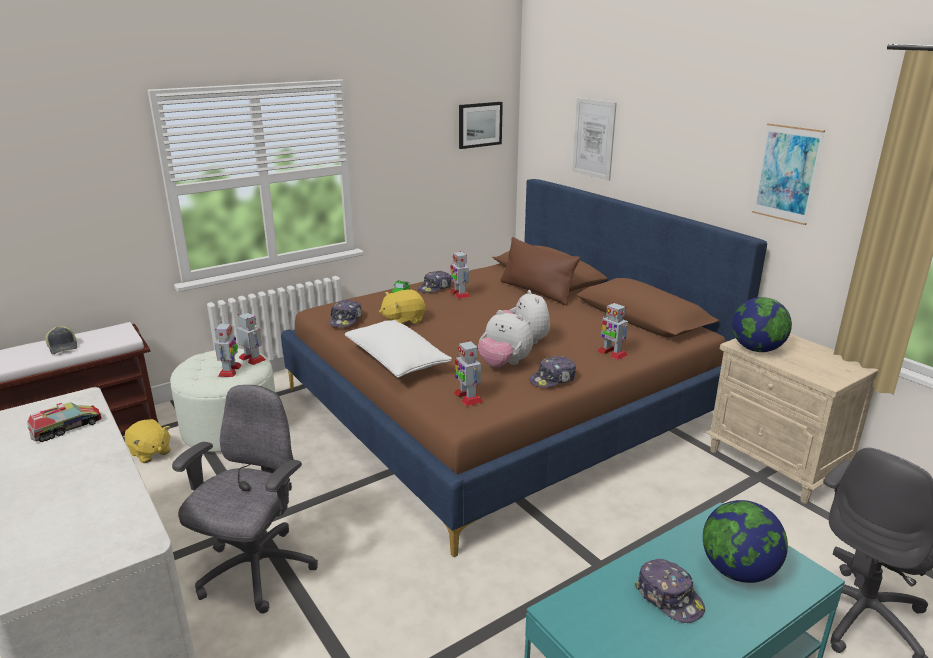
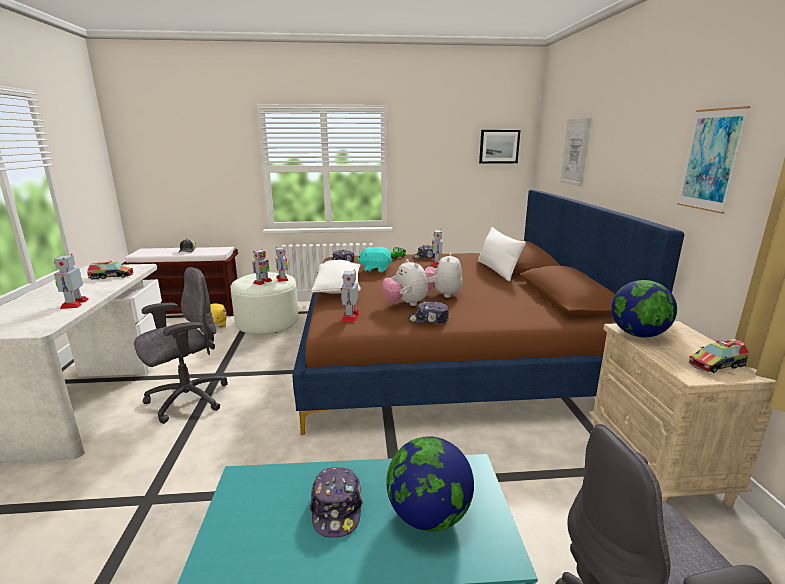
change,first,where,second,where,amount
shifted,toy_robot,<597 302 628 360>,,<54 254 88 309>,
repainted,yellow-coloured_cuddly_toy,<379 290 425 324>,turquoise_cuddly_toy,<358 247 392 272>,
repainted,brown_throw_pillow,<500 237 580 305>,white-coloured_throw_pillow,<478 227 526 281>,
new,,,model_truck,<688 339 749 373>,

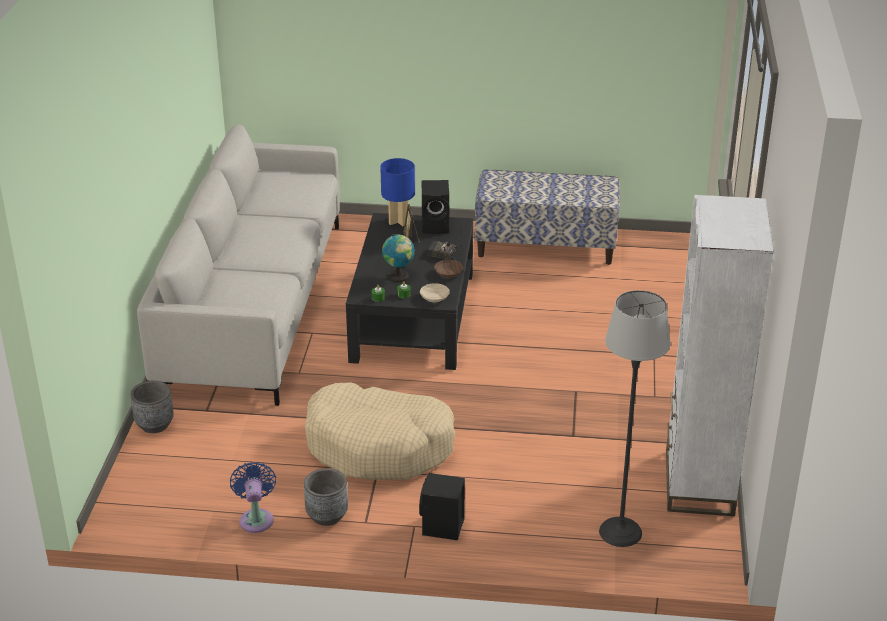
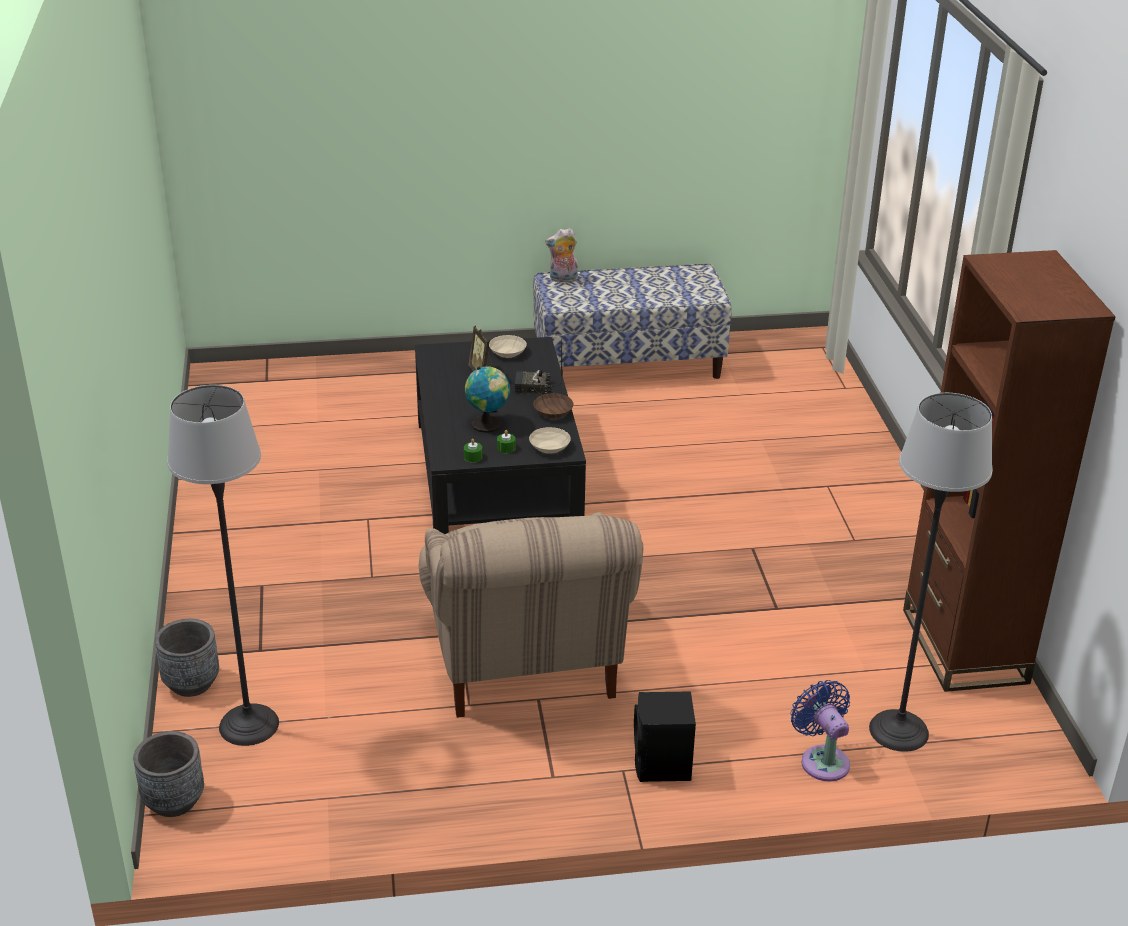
change,first,where,second,where,amount
shifted,grey_flower_pot,<304 468 348 526>,,<133 731 204 817>,
new,,,floor_lamp,<167 385 279 746>,
swapped,beige_pet_bed,<305 382 456 480>,beige_lounge_chair,<418 512 643 718>,
swapped,black-coloured_loudspeaker,<422 180 449 234>,beige_bowl,<489 335 527 358>,
new,,,cuddly_toy,<545 228 578 282>,
shifted,bluish_electric_fan,<230 462 276 533>,,<791 680 850 781>,
repainted,white-coloured_bookcase,<666 195 774 516>,brown_bookcase,<903 250 1116 692>,
gone,grey_sofa,<137 124 340 406>,,,
gone,bluish_lamp_for_a_table,<380 158 415 226>,,,

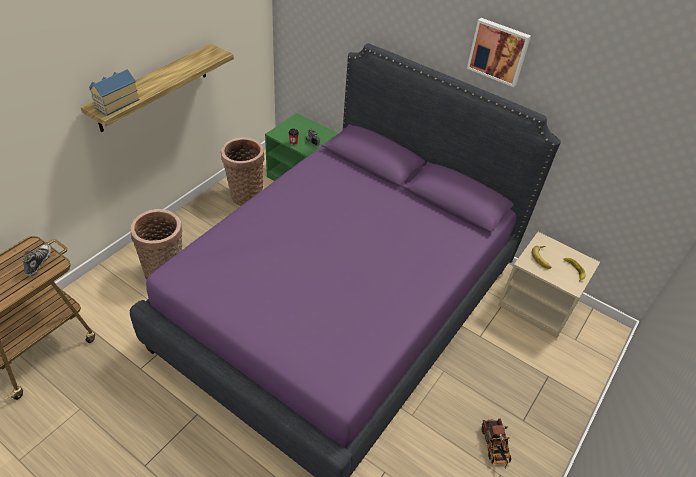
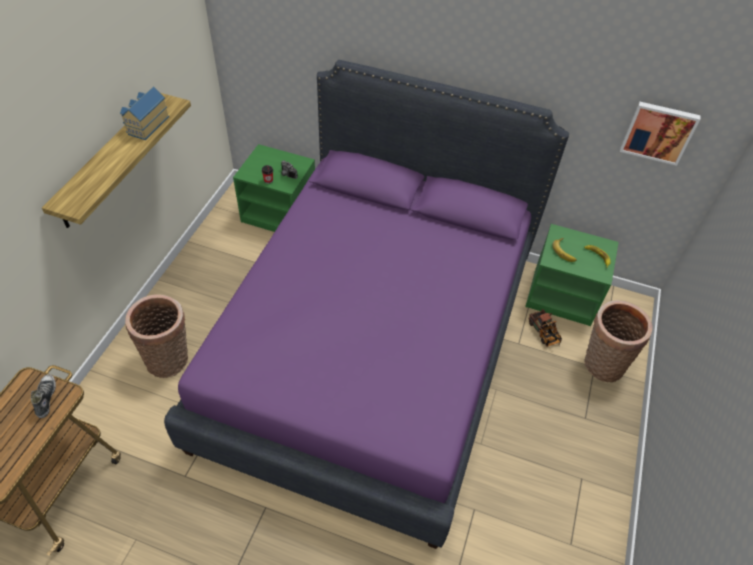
change,first,where,second,where,amount
shifted,miniature_house,<89 69 139 116>,,<120 86 169 140>,
repainted,beige_nightstand,<498 232 600 338>,green-coloured_nightstand,<525 224 619 326>,
shifted,model_truck,<481 419 511 469>,,<528 309 562 347>,
shifted,household_basket,<221 137 264 206>,,<584 300 653 382>,
shifted,wall_picture,<467 18 531 87>,,<620 102 701 166>,

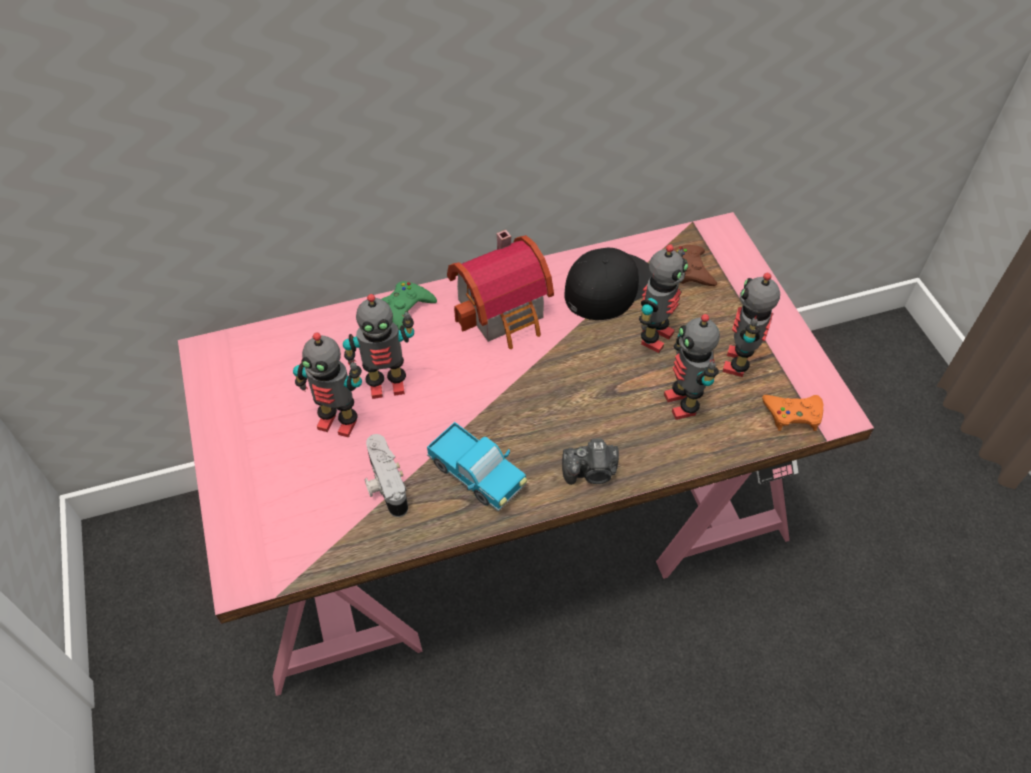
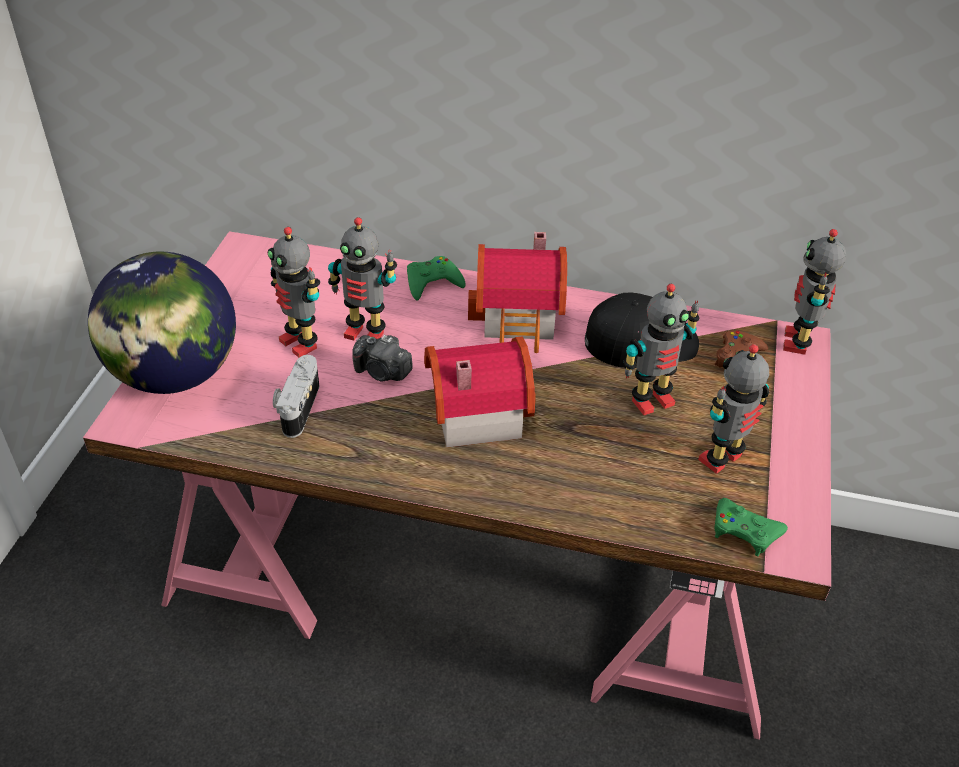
change,first,where,second,where,amount
new,,,globe,<88 251 236 394>,
shifted,photo_camera,<562 438 619 485>,,<352 335 413 381>,
new,,,miniature_house,<424 336 536 448>,
repainted,orange-coloured_gamepad,<762 395 823 431>,green-coloured_gamepad,<715 498 788 556>,
shifted,toy_robot,<664 314 720 420>,,<783 229 846 355>,
gone,model_truck,<427 422 527 512>,,,

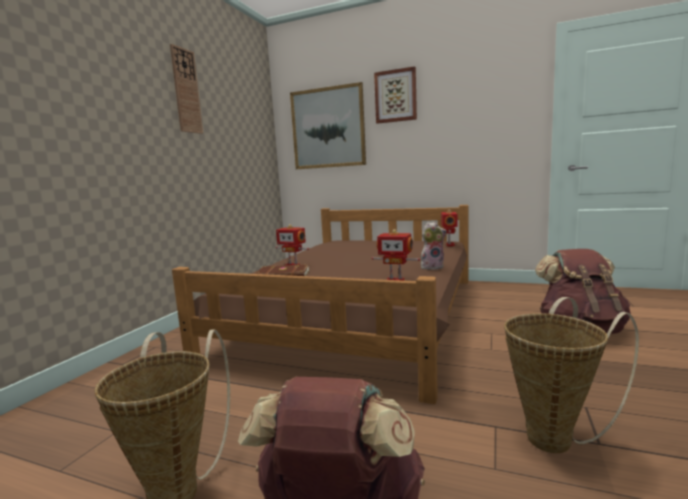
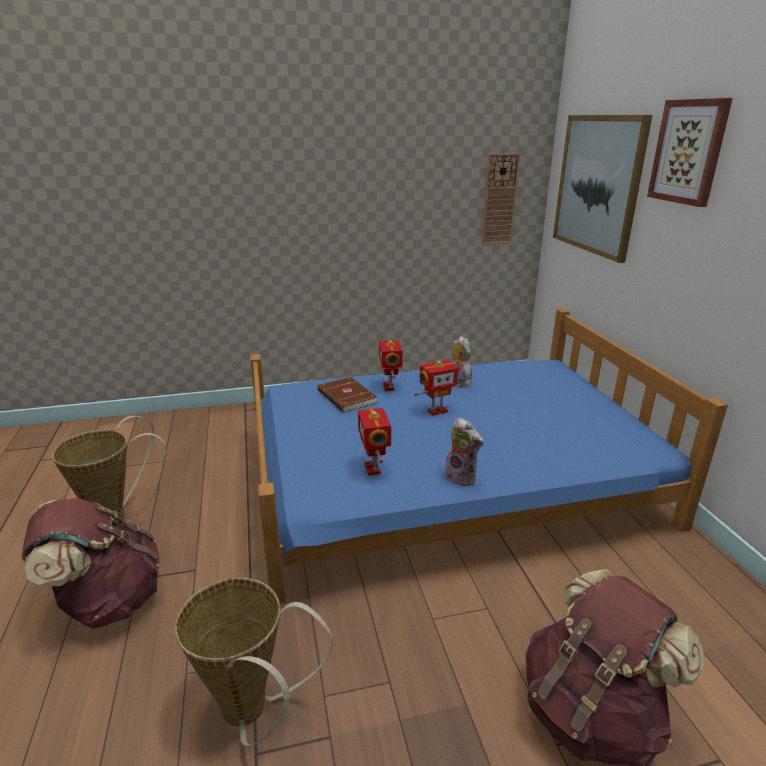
change,first,where,second,where,amount
repainted,brown_bedroom_bed,<172 205 469 404>,bluish_bedroom_bed,<250 308 728 604>,
shifted,toy_robot,<441 209 458 246>,,<414 360 461 416>,
new,,,cuddly_toy,<452 336 472 388>,
shifted,clock_on_the_wall,<170 44 203 134>,,<482 153 520 245>,

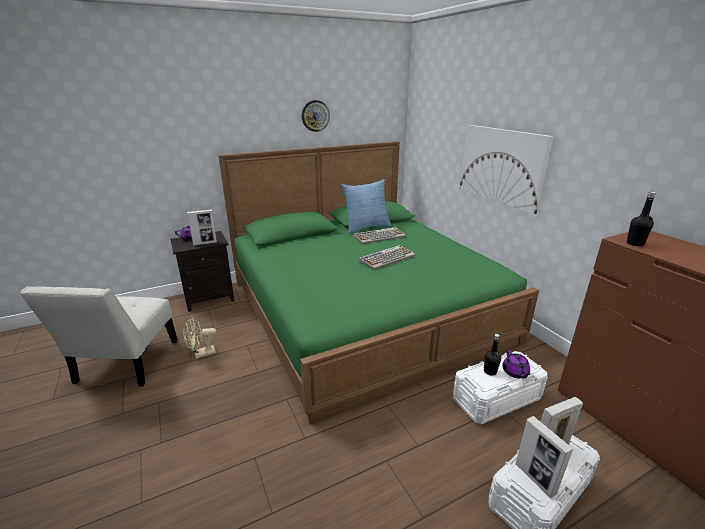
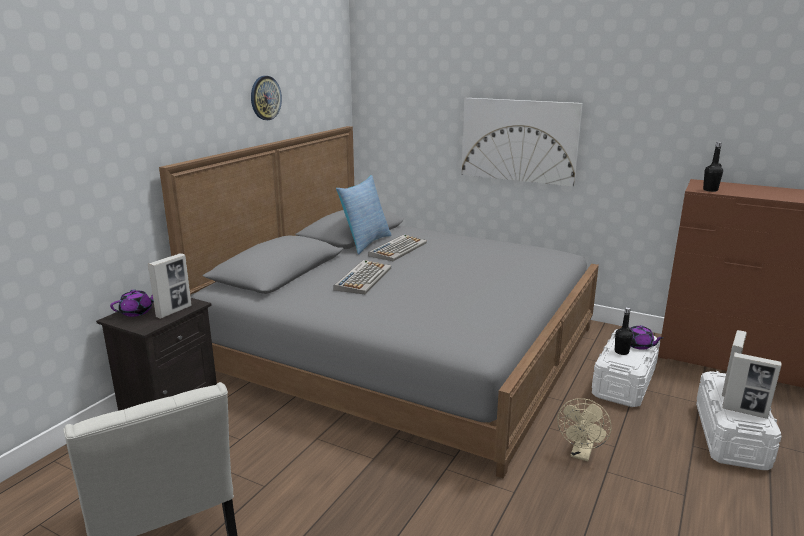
change,first,where,second,where,amount
repainted,green-coloured_bedroom_bed,<218 141 539 425>,grey_bedroom_bed,<159 126 599 478>,
shifted,keyboard,<358 245 416 270>,,<333 260 391 294>,
shifted,beige_electric_fan,<183 317 217 359>,,<558 398 612 461>,

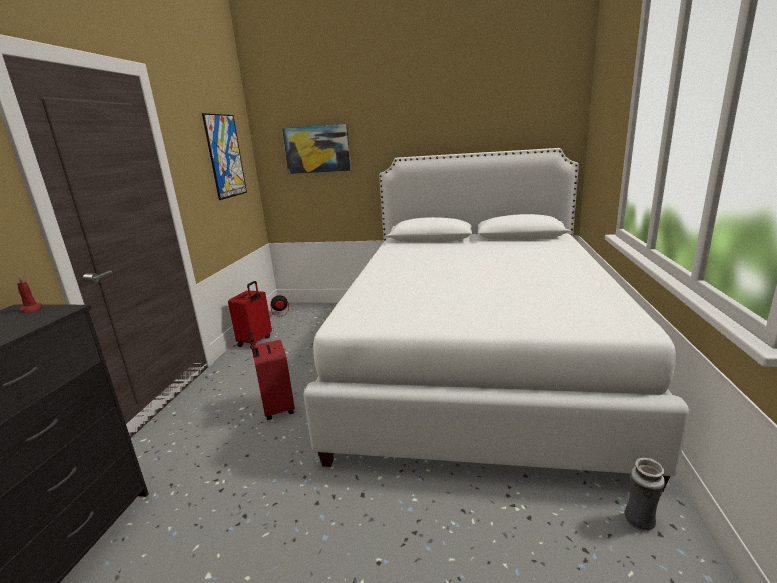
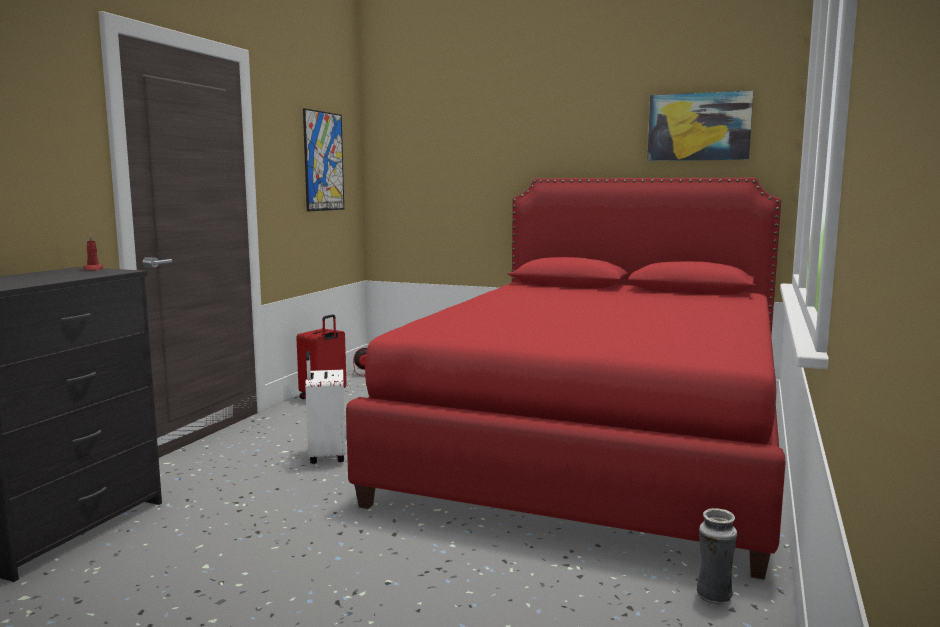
change,first,where,second,where,amount
repainted,red-coloured_piece_of_luggage,<250 332 295 420>,white-coloured_piece_of_luggage,<305 351 346 464>,
repainted,white-coloured_bedroom_bed,<304 148 689 492>,red-coloured_bedroom_bed,<346 178 786 580>,
shifted,wall_picture,<282 124 351 174>,,<647 91 753 161>,

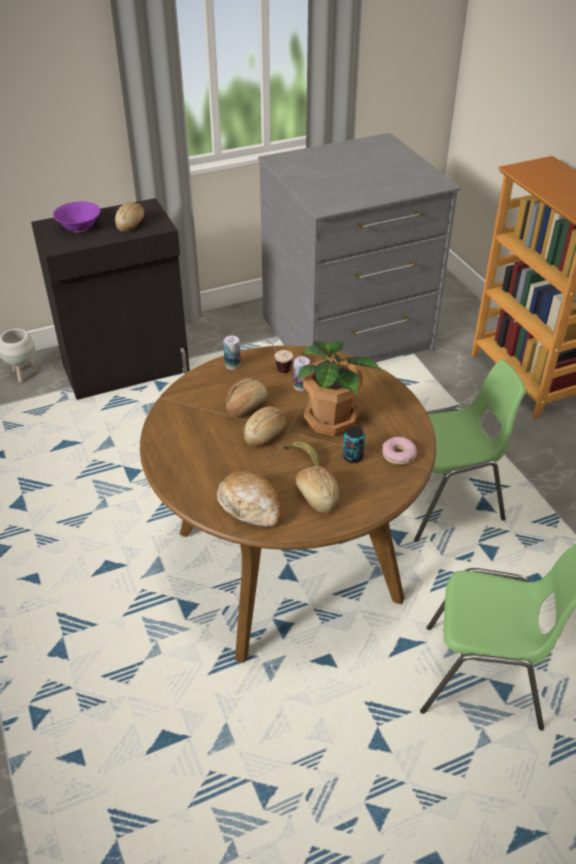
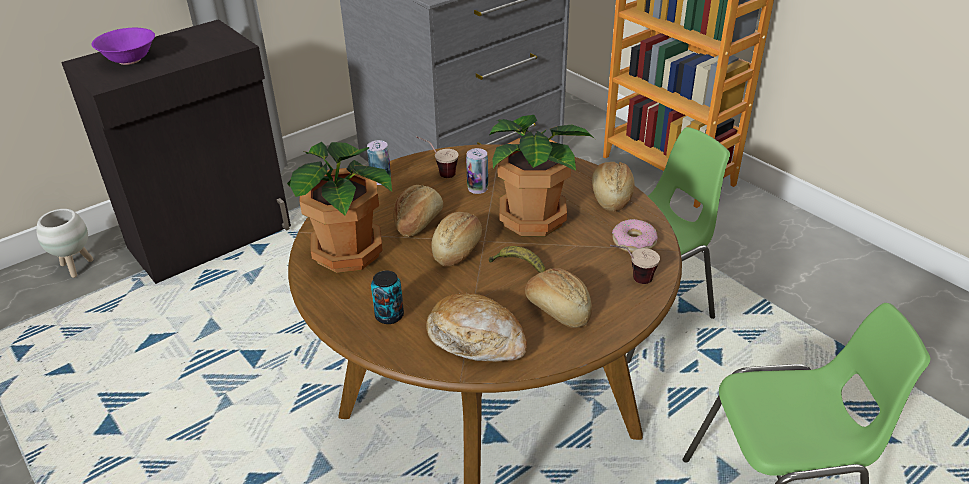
change,first,where,second,where,amount
new,,,houseplant,<287 142 392 273>,
shifted,can,<343 426 365 463>,,<371 270 404 324>,
shifted,bakery_bread,<115 202 144 232>,,<592 162 634 212>,
new,,,small_cup,<610 245 660 284>,

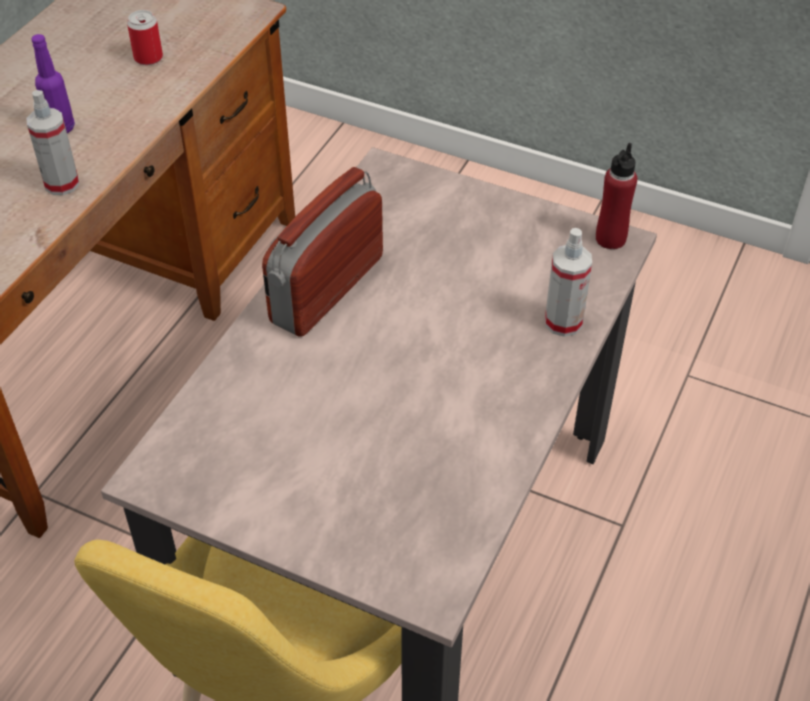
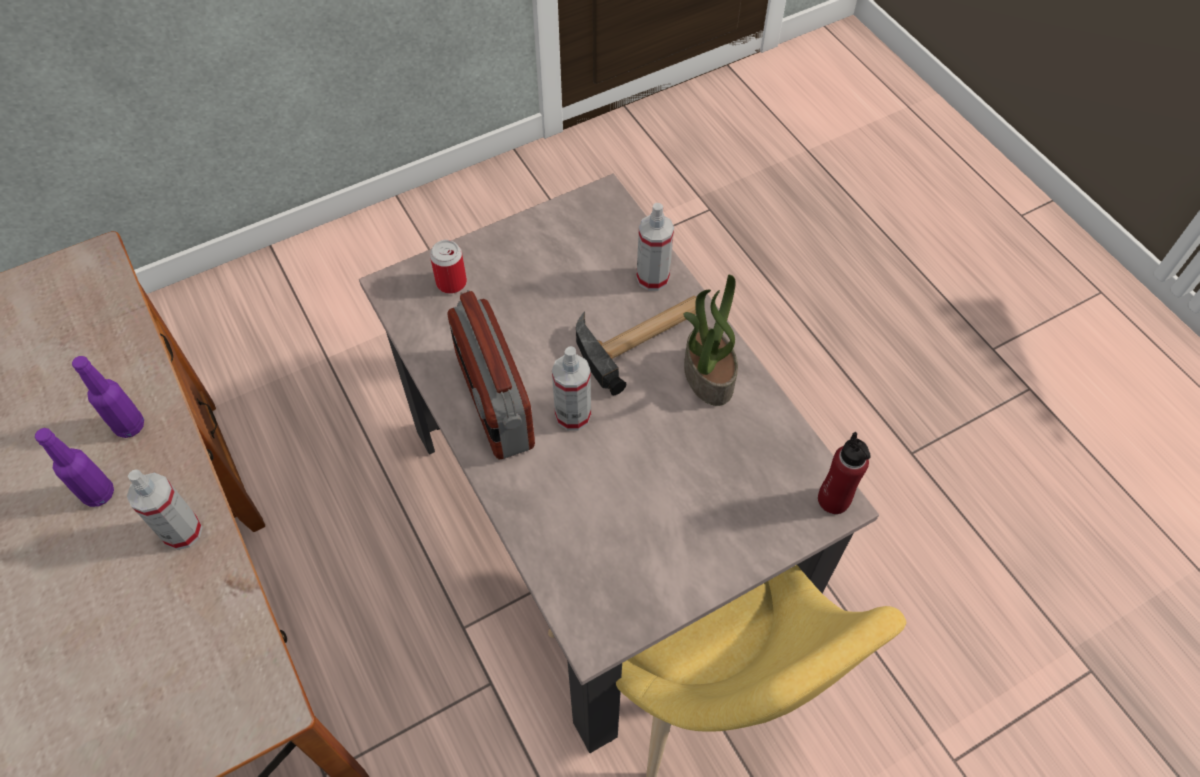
change,first,where,second,where,amount
new,,,purplish_drink_bottle,<72 356 144 438>,
shifted,can,<127 10 163 65>,,<430 240 467 294>,
new,,,spray_bottle,<552 346 591 431>,
new,,,hammer,<576 296 697 395>,
new,,,houseplant,<683 275 738 406>,
shifted,red-coloured_drink_bottle,<596 143 637 249>,,<818 432 871 514>,

